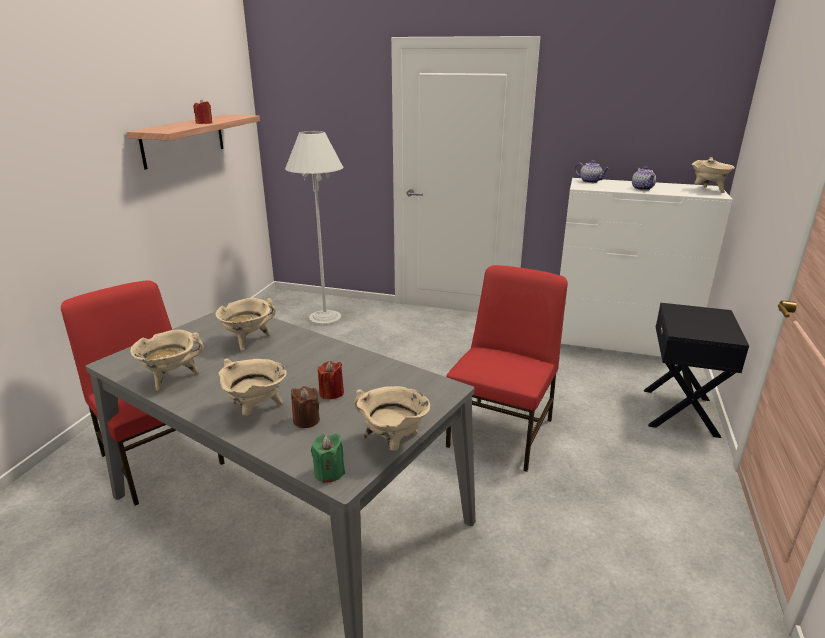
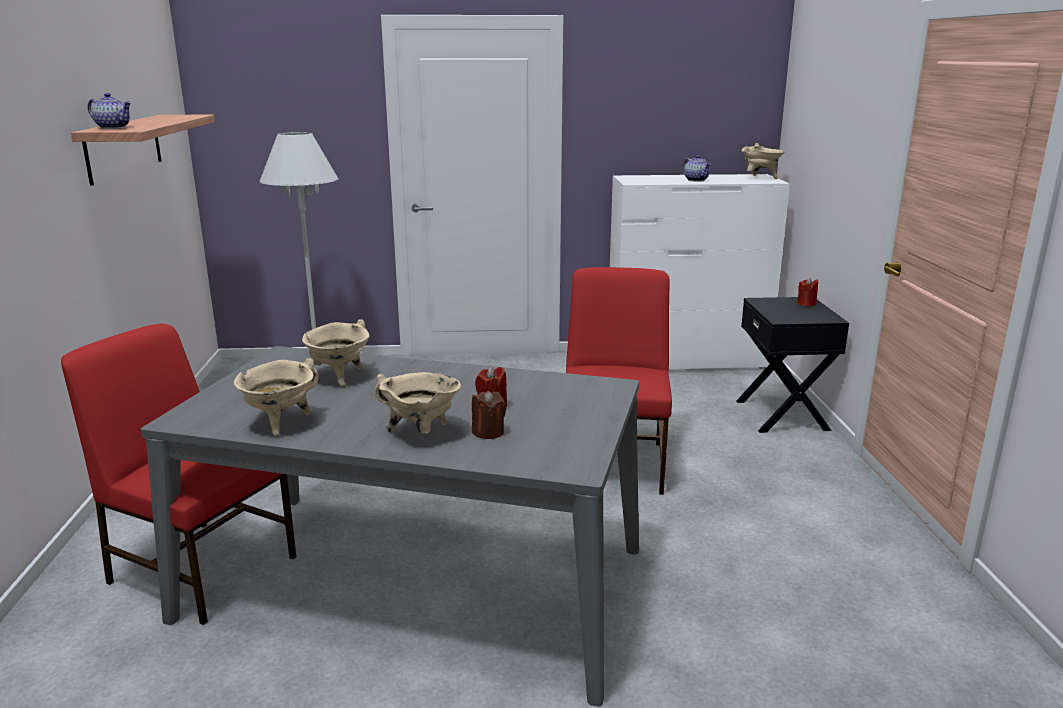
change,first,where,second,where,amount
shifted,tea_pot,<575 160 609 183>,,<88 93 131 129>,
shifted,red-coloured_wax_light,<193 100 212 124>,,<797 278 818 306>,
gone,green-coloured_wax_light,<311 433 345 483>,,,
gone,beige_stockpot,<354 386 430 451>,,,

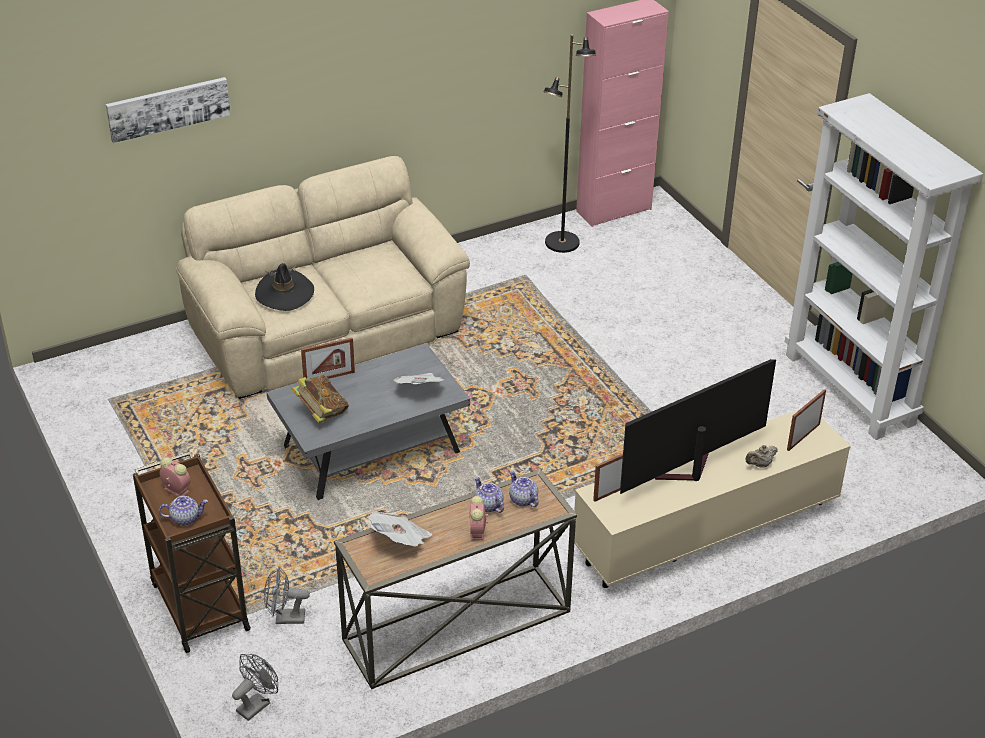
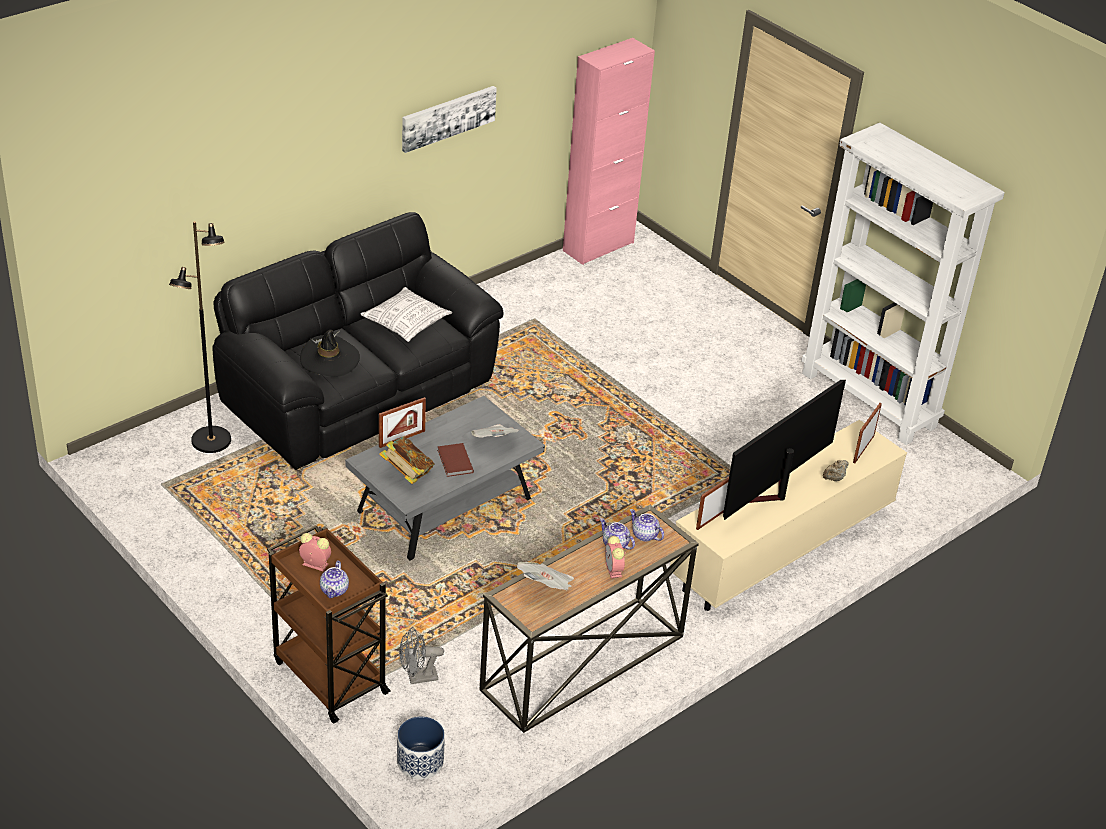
change,first,where,second,where,amount
shifted,black-coloured_floor_lamp,<543 34 596 253>,,<169 221 231 453>,
repainted,beige_sofa,<176 156 470 399>,black-coloured_sofa,<212 212 503 470>,
rotated,tea_pot,<159 496 208 526>,,<320 561 349 598>,120 degrees clockwise
new,,,throw_pillow,<361 287 452 342>,
swapped,grey_electric_fan,<232 654 278 721>,flower_pot,<397 716 445 779>,
shifted,wall_picture,<106 77 230 143>,,<402 86 497 153>,
new,,,brown_bound_book,<437 443 474 477>,

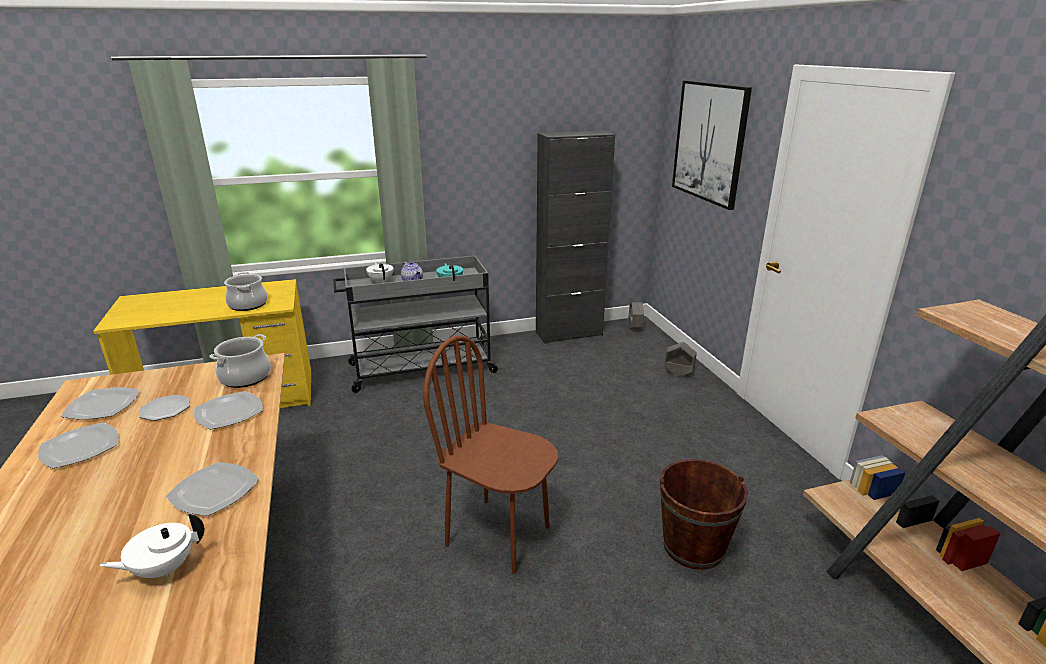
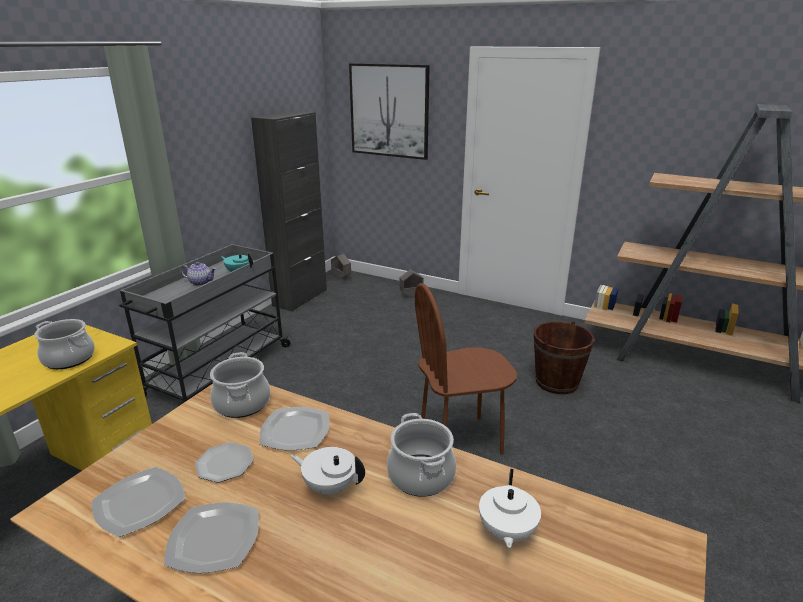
change,first,where,second,where,amount
shifted,white-coloured_tea_pot,<366 262 394 283>,,<291 447 365 497>,
swapped,plate,<166 462 259 516>,stockpot,<387 413 456 497>,

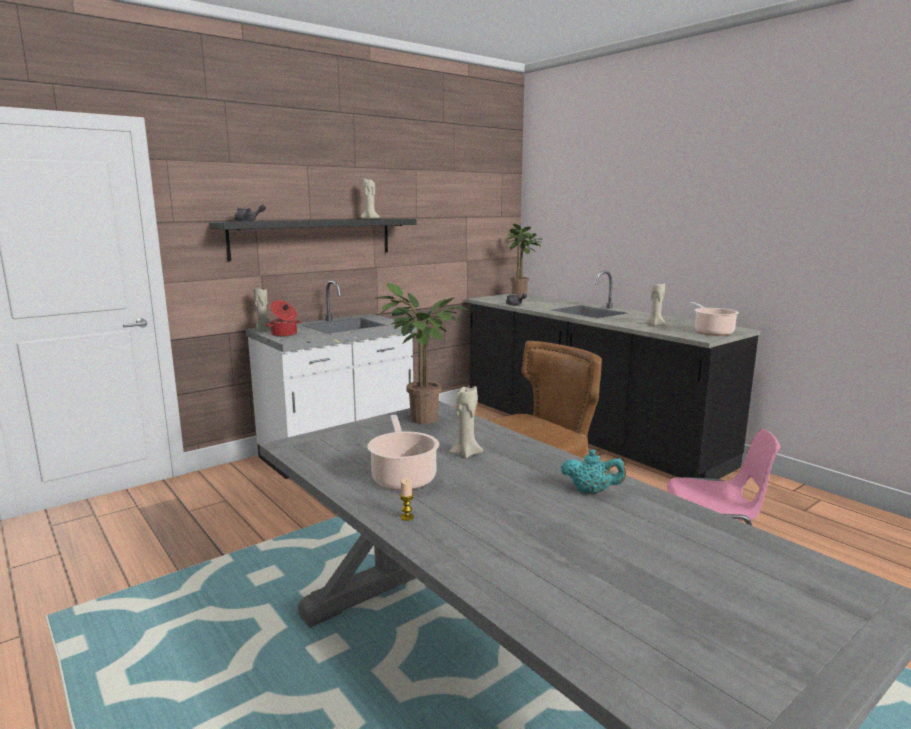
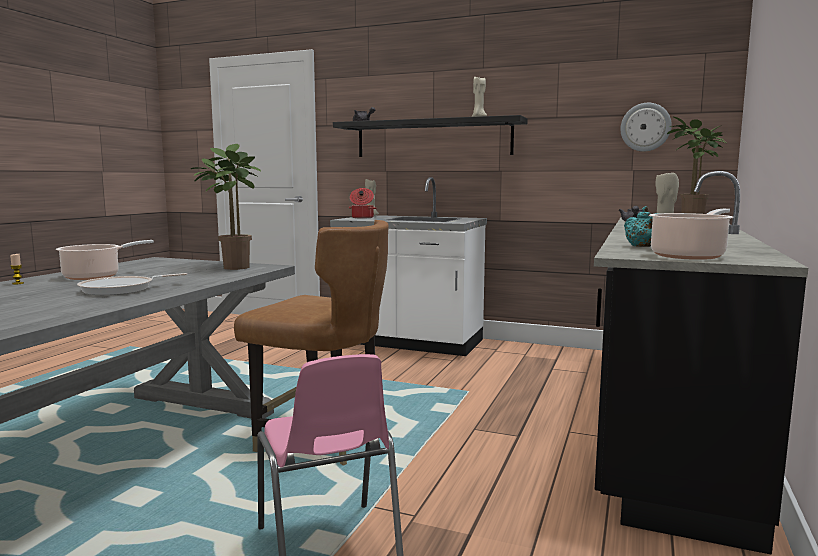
change,first,where,second,where,amount
new,,,pan,<77 273 187 295>,
new,,,clock_on_the_wall,<620 103 672 152>,
shifted,turquoise_tea_pot,<561 449 626 494>,,<624 206 660 247>,
gone,beige_wax_light,<449 386 484 458>,,,

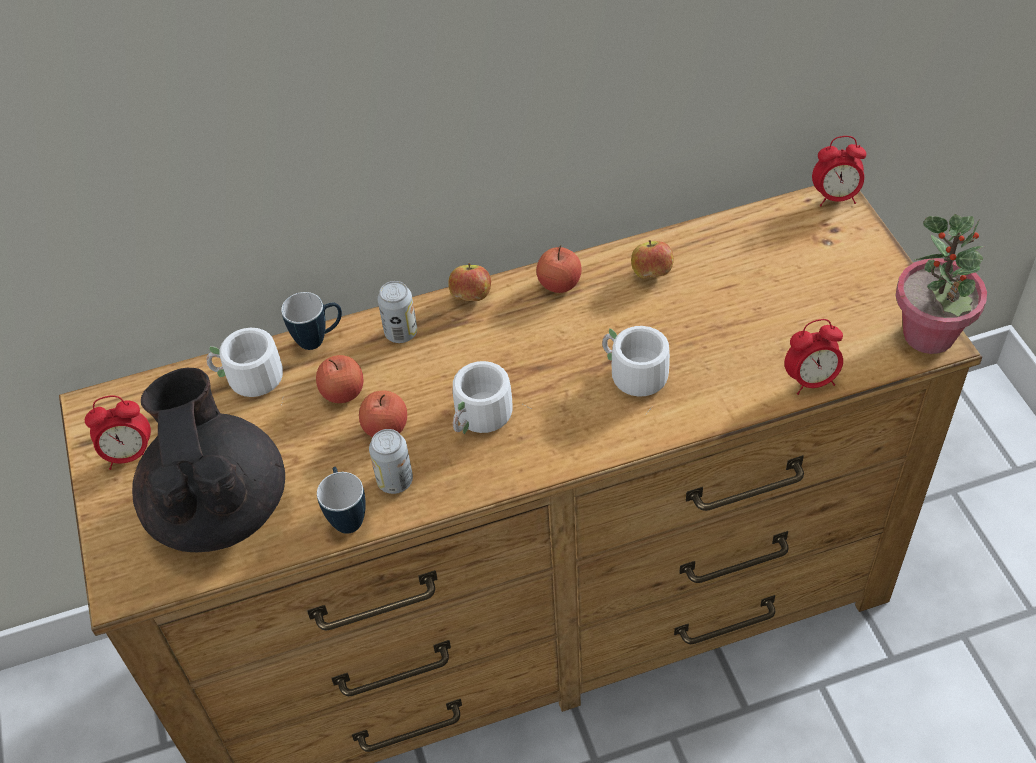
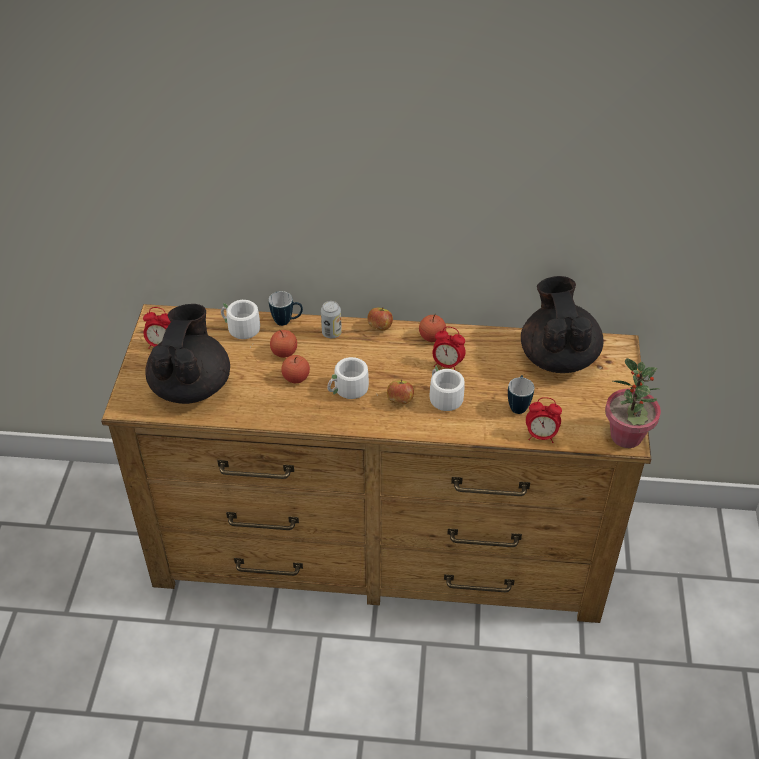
change,first,where,second,where,amount
shifted,apple_fruit,<631 240 674 279>,,<387 380 414 404>,
shifted,table_clock,<812 136 866 206>,,<433 327 466 370>,
shifted,coffee_mug,<317 467 366 534>,,<508 375 534 414>,
new,,,black-coloured_tea_pot,<521 276 603 373>,
gone,can,<369 429 413 494>,,,

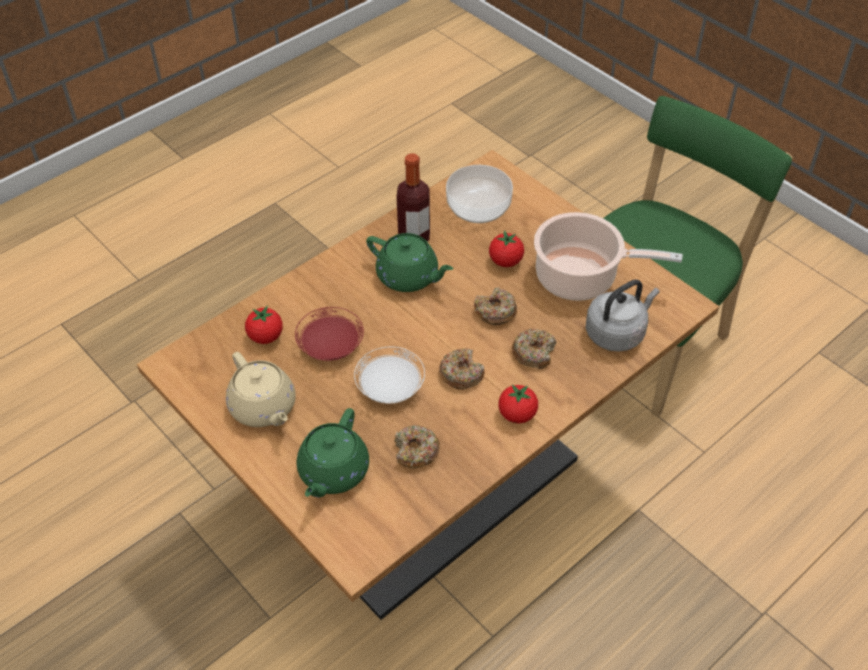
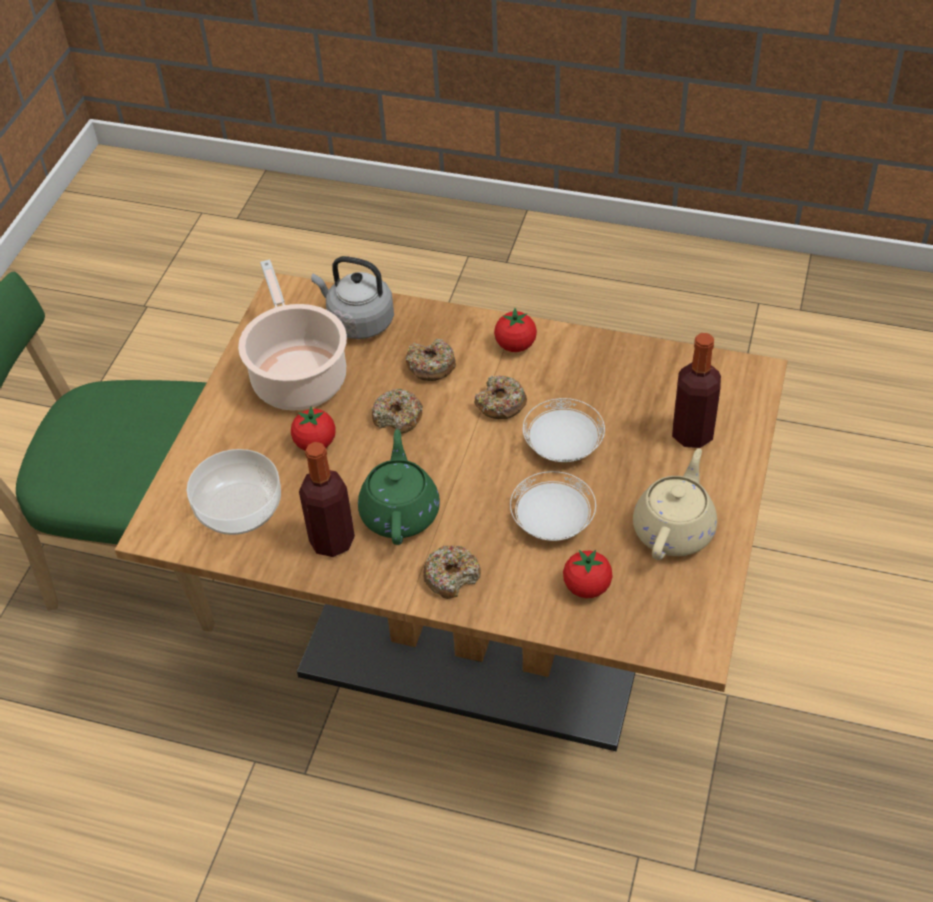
change,first,where,second,where,amount
shifted,ring_doughnut,<394 425 440 468>,,<423 545 481 599>,
repainted,red-coloured_plate,<295 307 364 361>,white-coloured_plate,<510 471 596 541>,
swapped,green-coloured_tea_pot,<297 408 369 498>,drink_bottle,<672 333 721 448>,

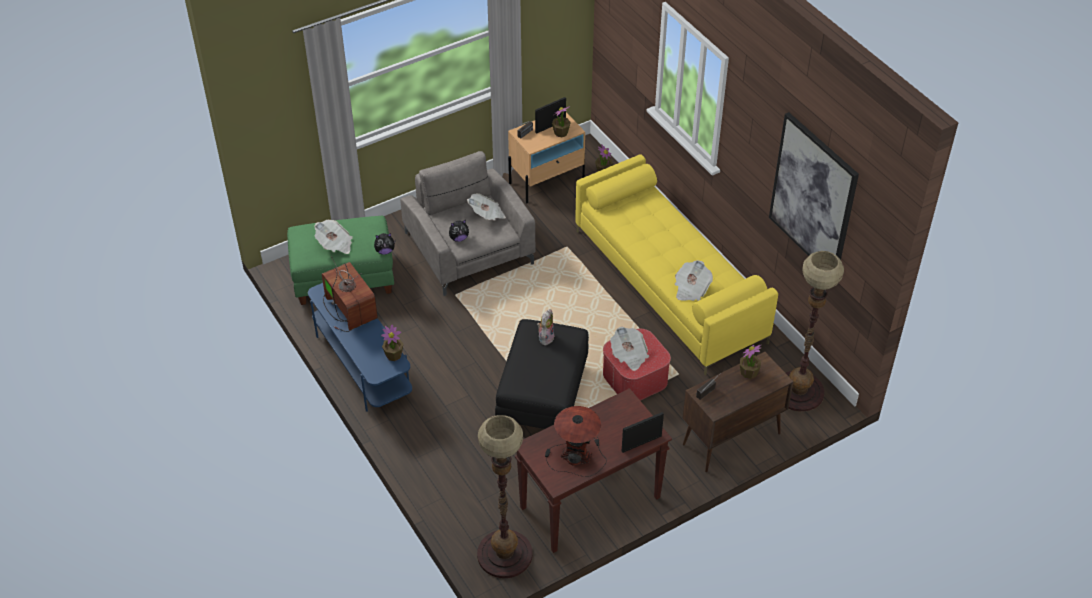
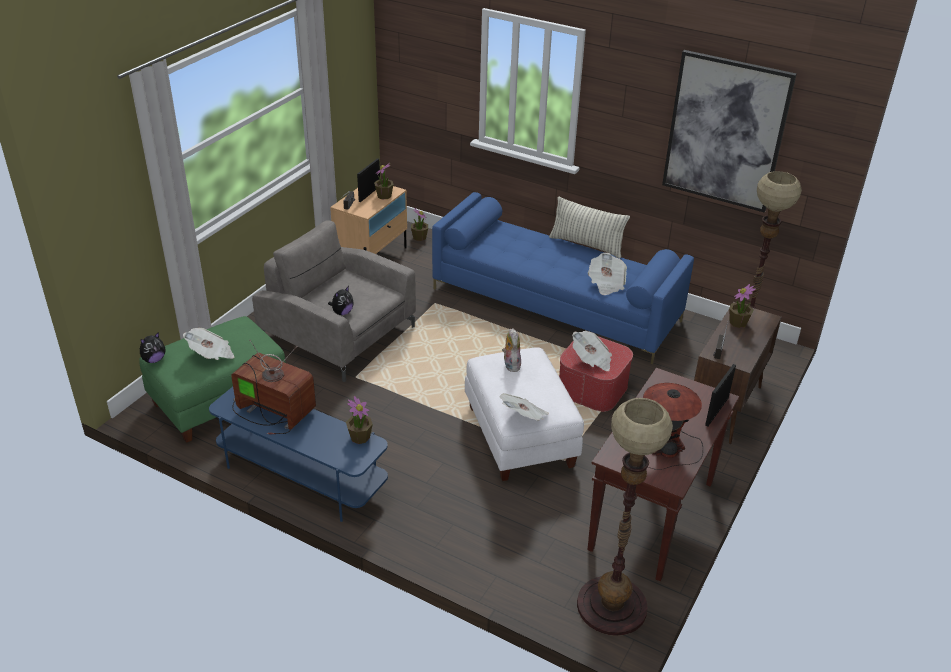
change,first,where,second,where,amount
shifted,cuddly_toy,<374 233 396 255>,,<140 332 166 363>,
repainted,yellow-coloured_sofa,<575 154 778 375>,bluish_sofa,<432 192 694 364>,
repainted,black-coloured_footrest,<495 319 589 429>,white-coloured_footrest,<465 347 584 481>,
shifted,printed_paper,<467 193 506 221>,,<500 393 549 421>,
new,,,throw_pillow,<549 196 630 258>,

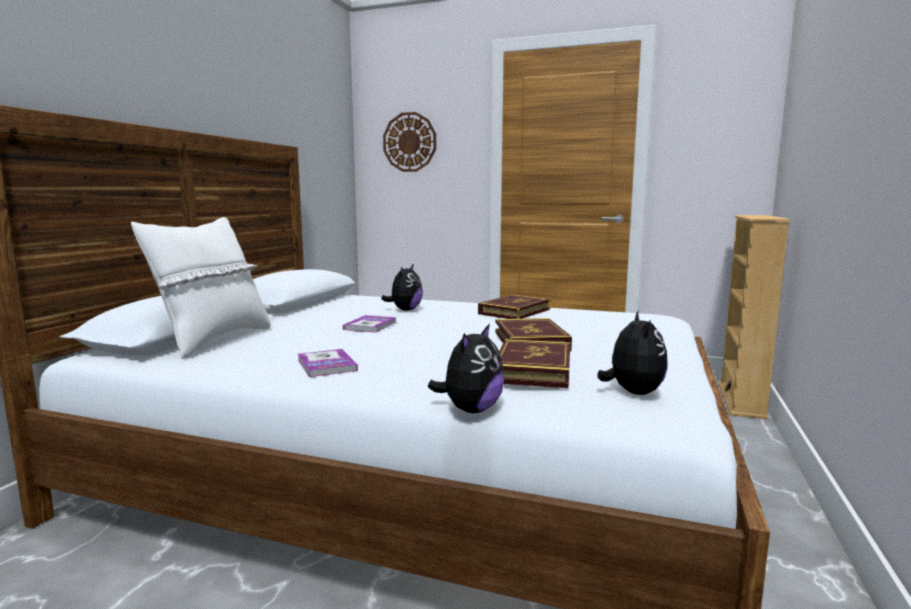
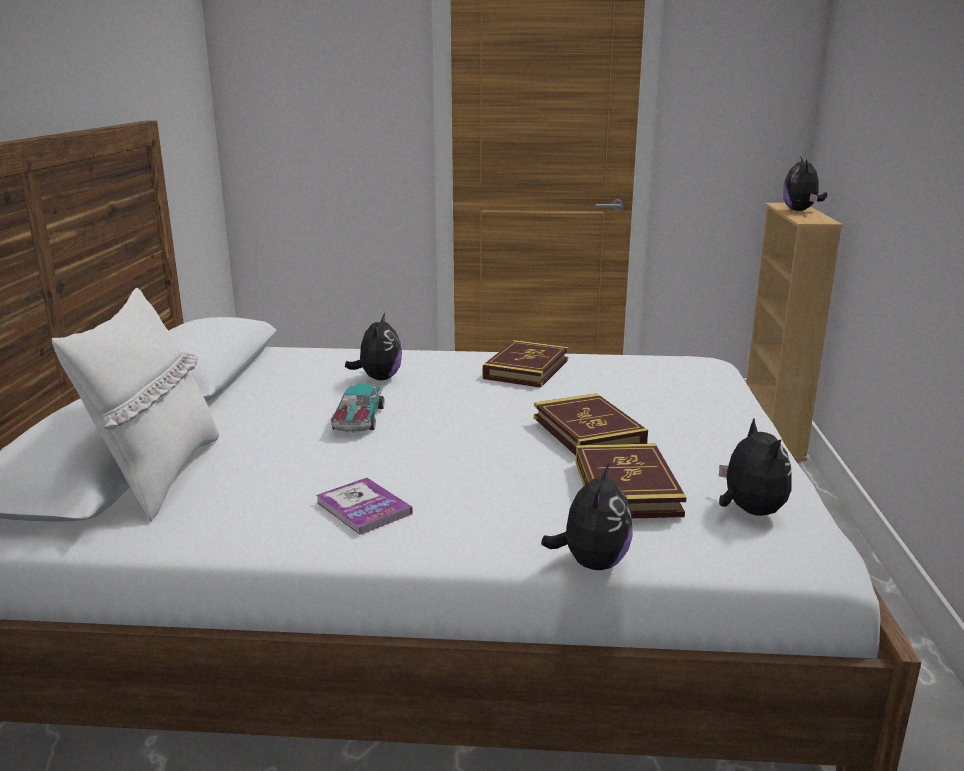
change,first,where,second,where,amount
swapped,bound_book,<343 315 397 333>,toy_car,<331 382 385 433>,
new,,,cuddly_toy,<783 157 827 211>,
gone,clock_on_the_wall,<383 112 436 172>,,,

